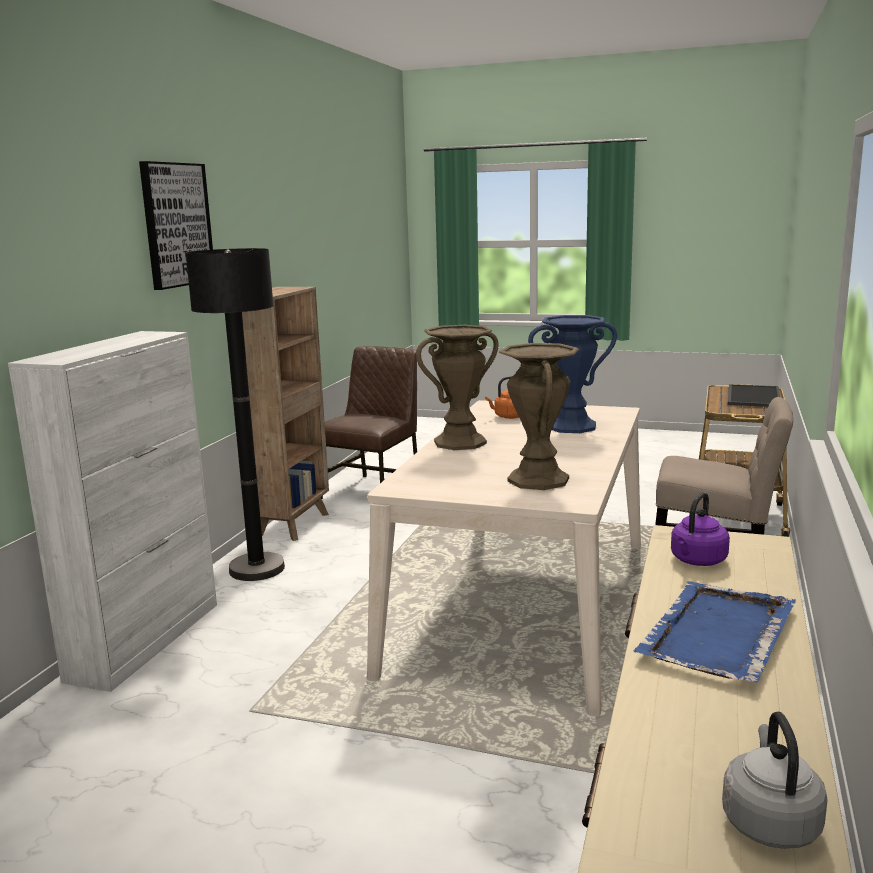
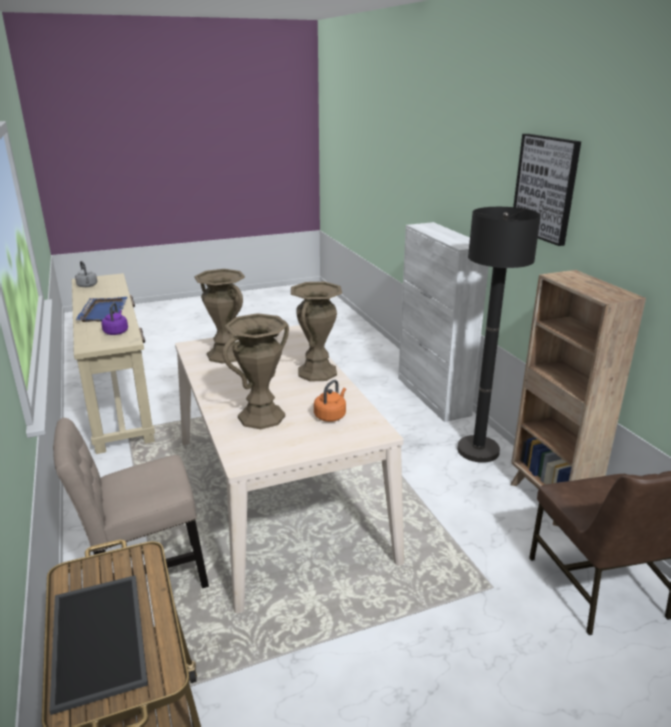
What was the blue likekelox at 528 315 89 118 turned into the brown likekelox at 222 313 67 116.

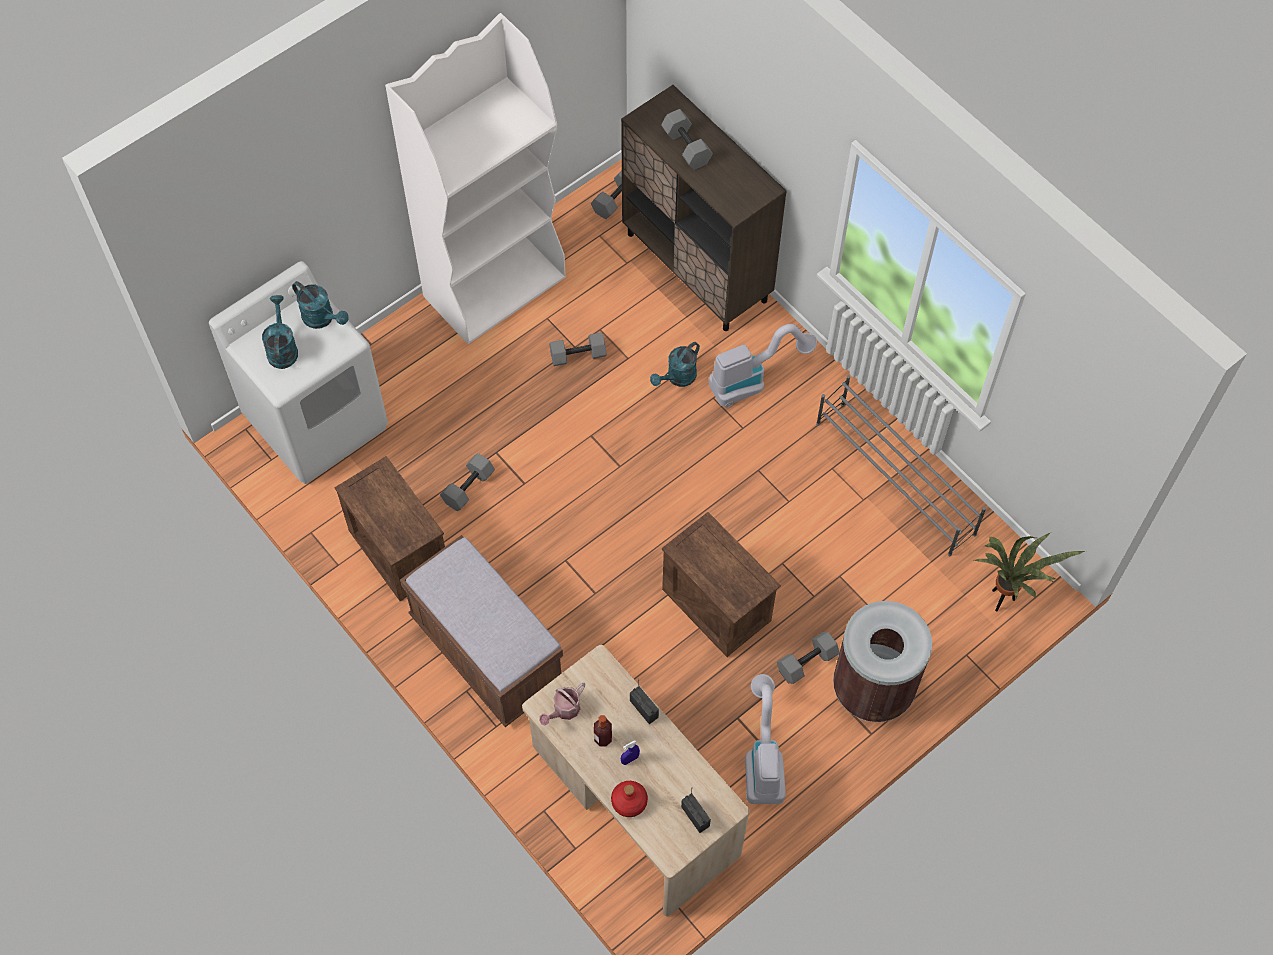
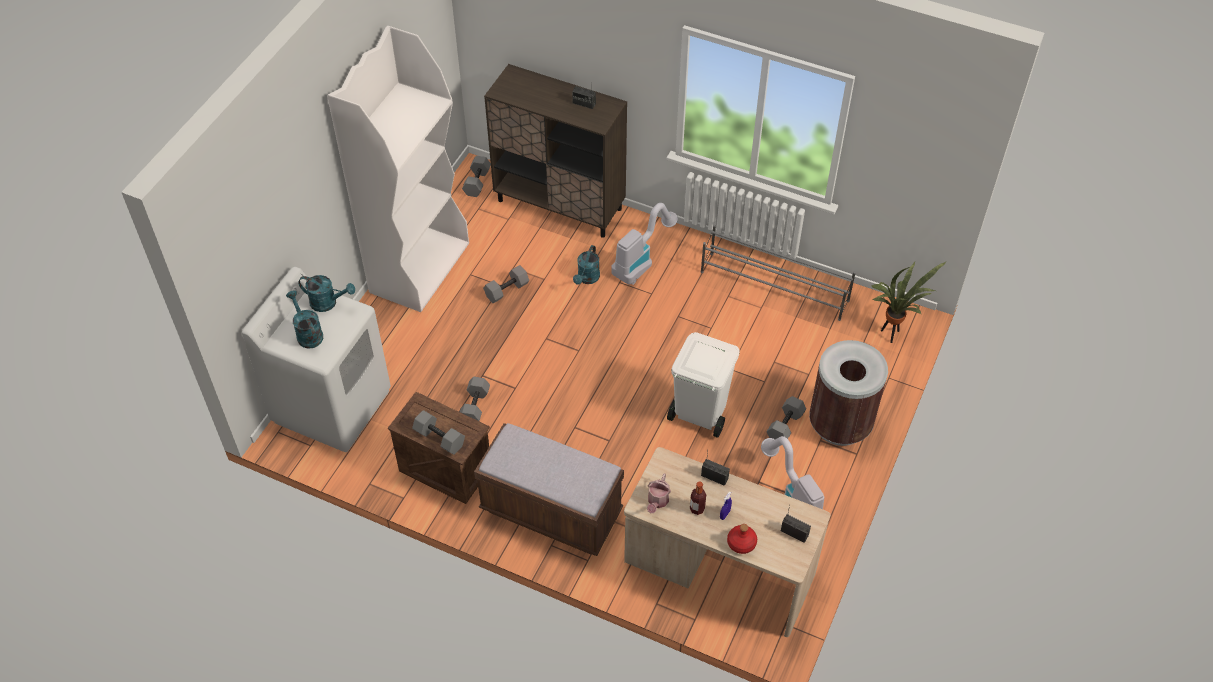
The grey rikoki ended up elsewhere, having gone from 661 109 52 61 to 412 410 53 45.
Where the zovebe stood at 662 512 119 145, the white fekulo came to stand at 667 332 73 106.
The second view gained the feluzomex at 572 86 24 23.

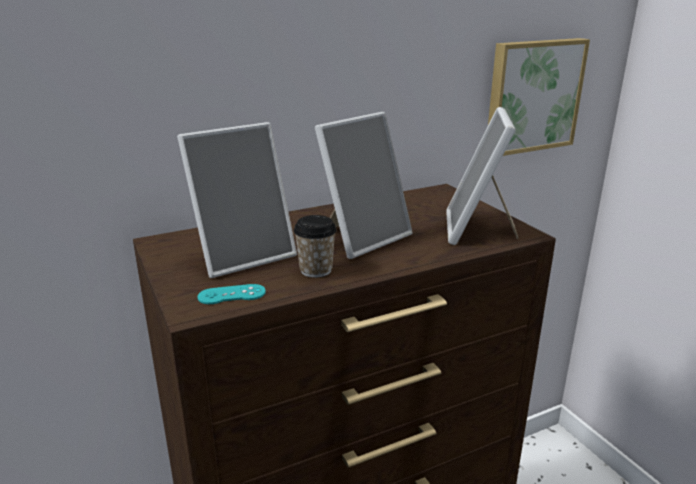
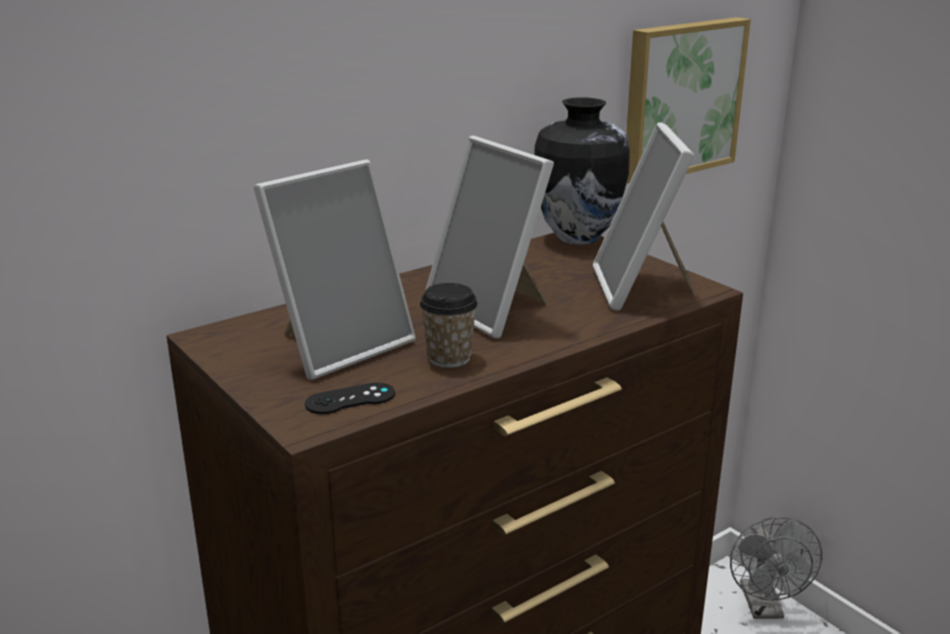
The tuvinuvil at 315 112 98 147 ended up facing another way, 105 degrees clockwise from before.
What was the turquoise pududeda at 197 284 69 20 turned into the black pududeda at 305 382 90 32.
The second view gained the likekelox at 534 97 96 148.
The second view gained the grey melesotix at 730 516 92 103.

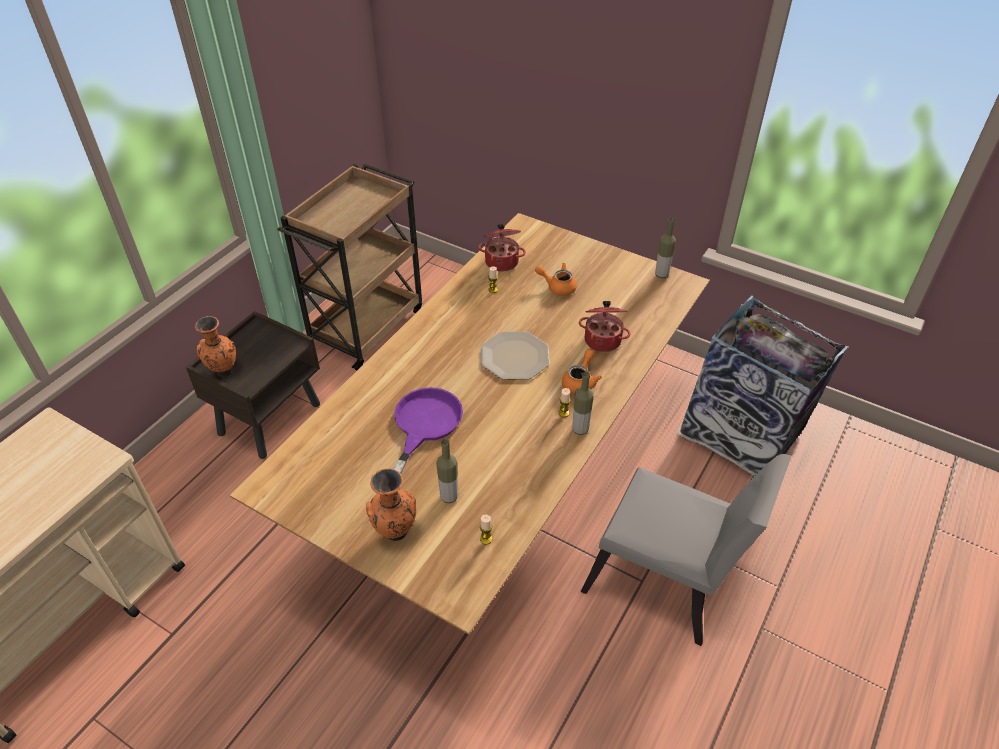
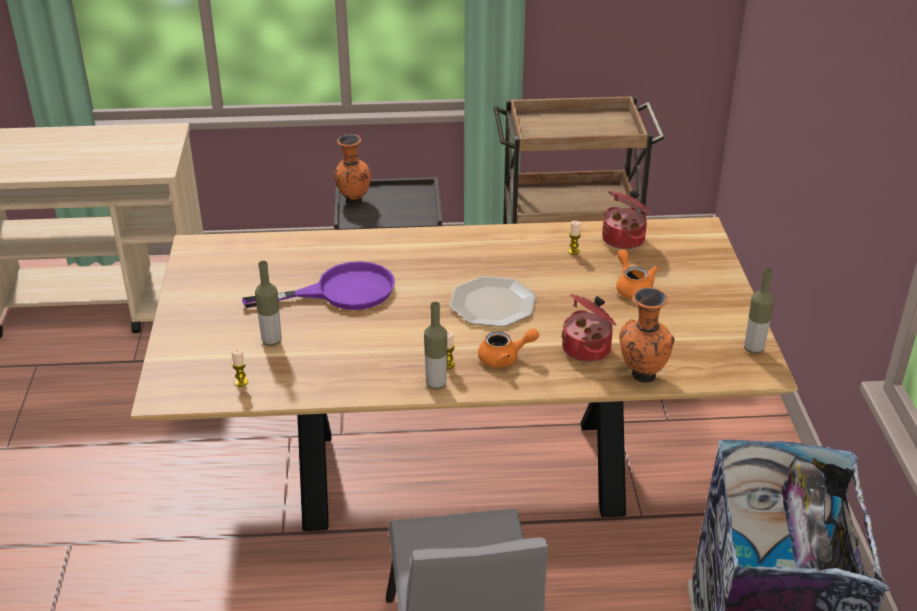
The orange likekelox ended up elsewhere, having gone from 366 468 50 73 to 619 288 56 95.

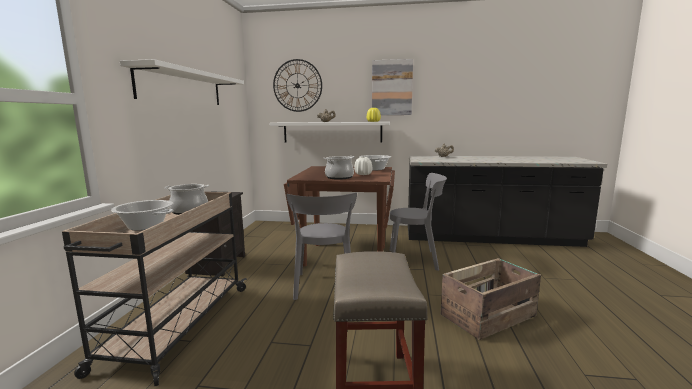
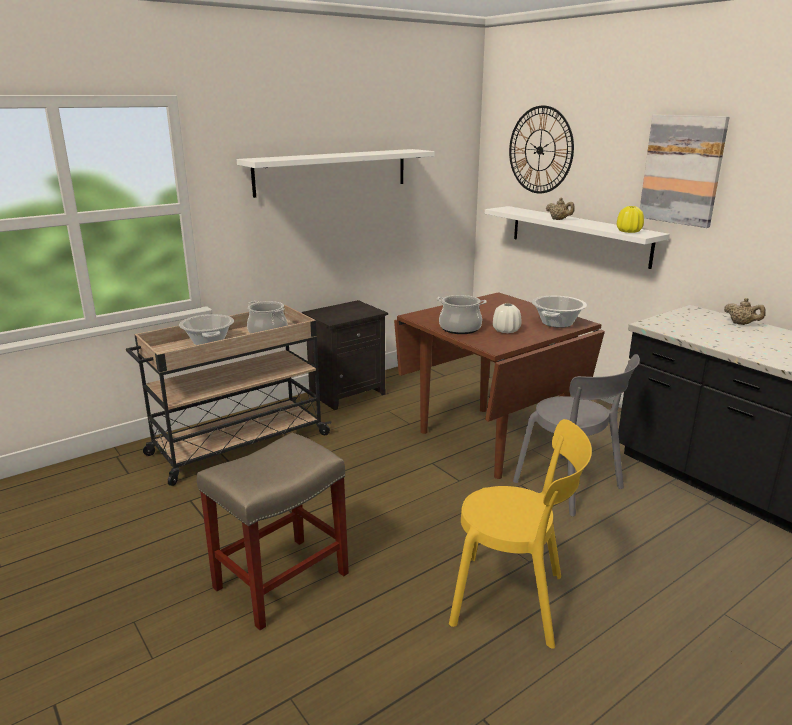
The second view lost the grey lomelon at 286 192 71 108.
Where the zovebe stood at 441 258 100 82, the yellow lomelon came to stand at 449 419 143 230.

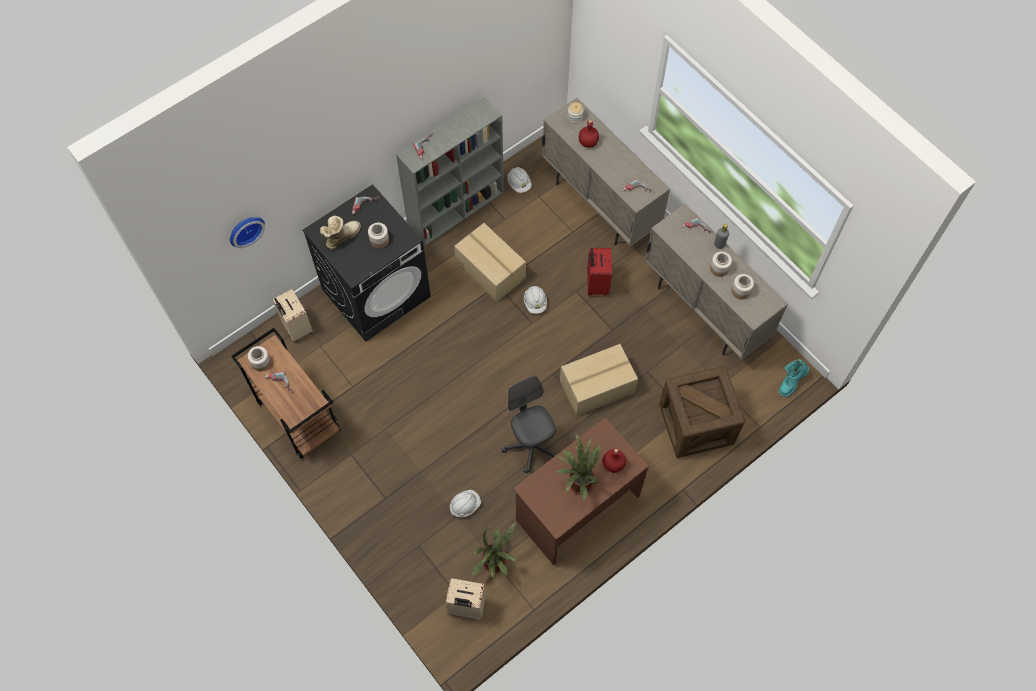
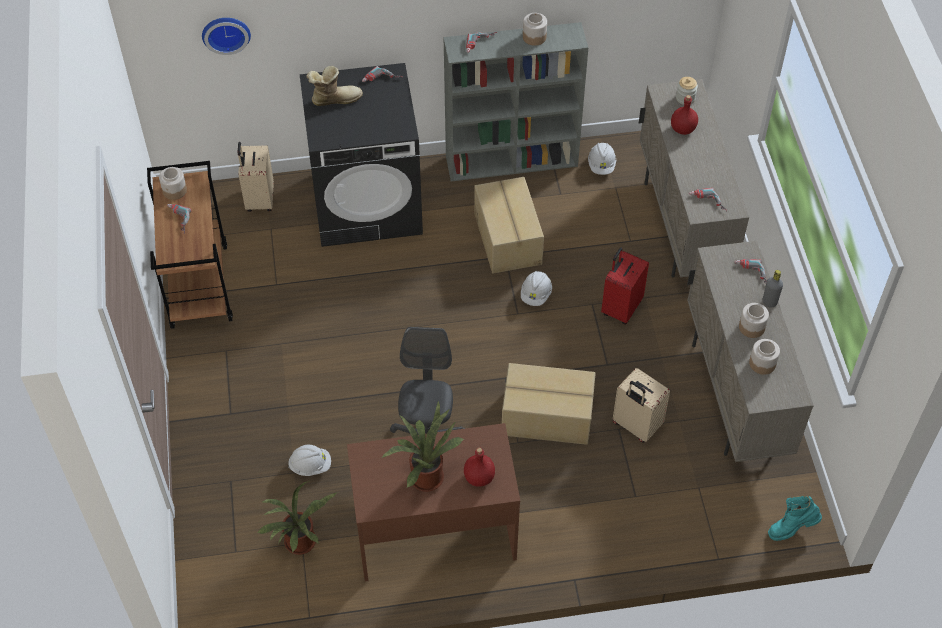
The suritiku ended up elsewhere, having gone from 368 223 21 25 to 523 13 24 33.
The second view lost the zovebe at 659 366 86 92.
The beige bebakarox ended up elsewhere, having gone from 445 578 41 42 to 613 368 57 75.

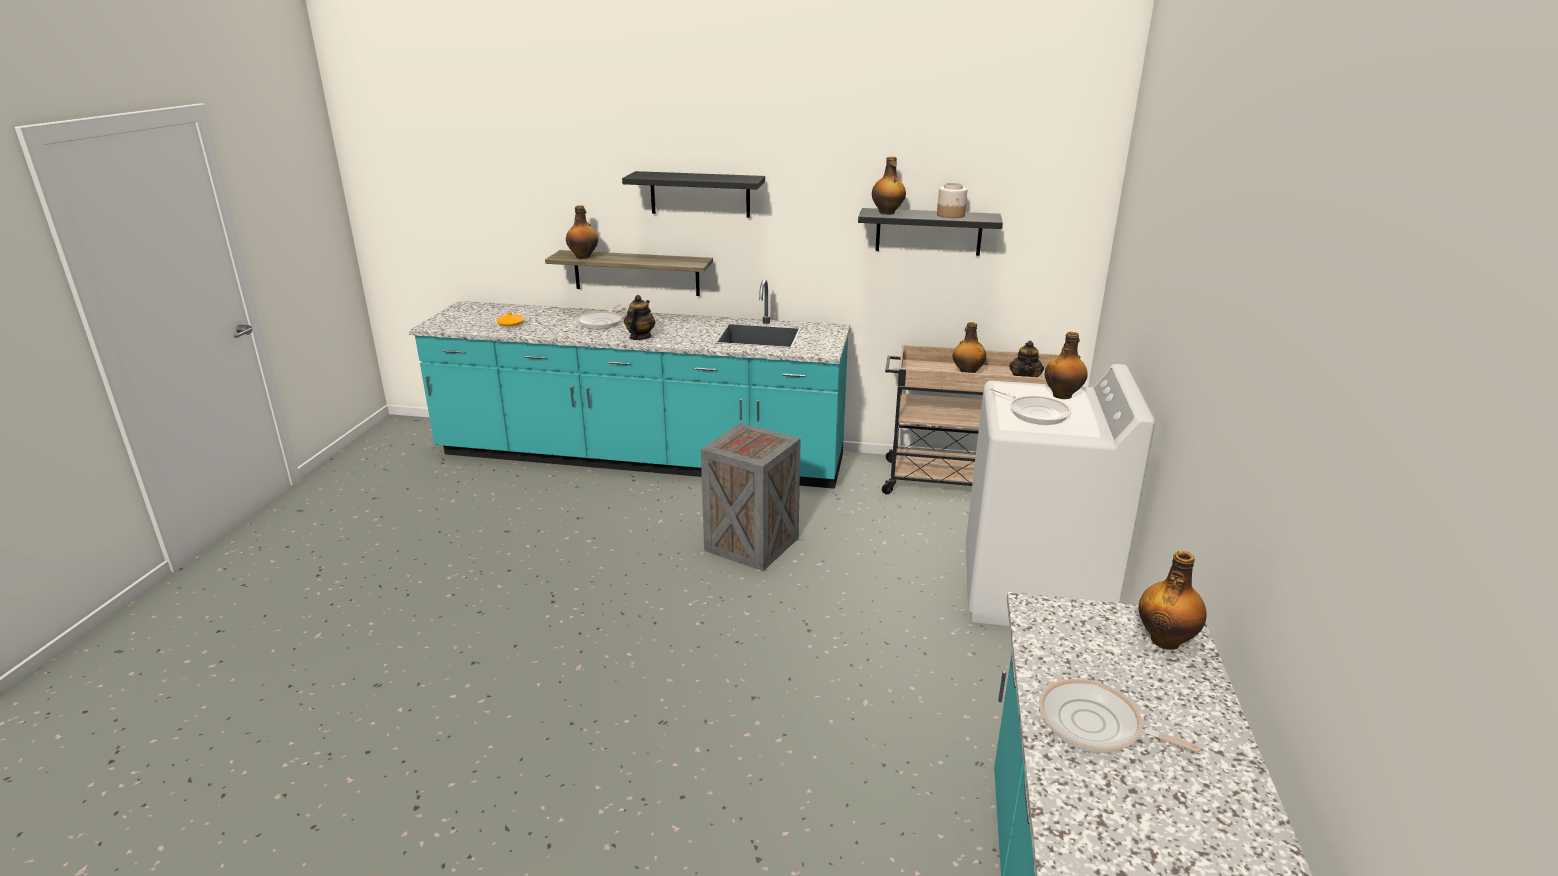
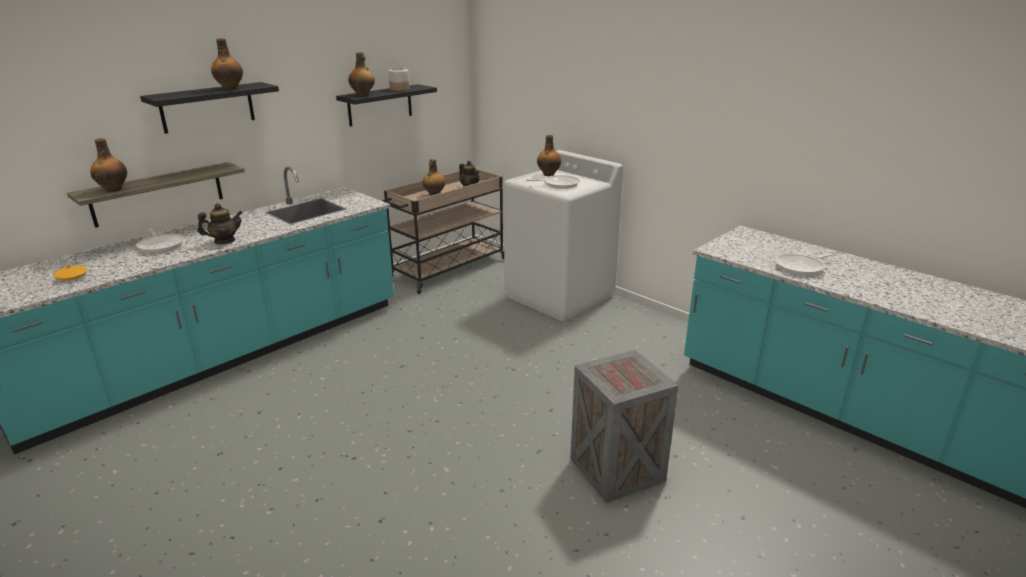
The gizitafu at 624 295 31 45 ended up facing another way, 105 degrees clockwise from before.
The zovebe ended up elsewhere, having gone from 701 423 100 148 to 570 350 109 153.
The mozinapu ended up elsewhere, having gone from 1139 551 68 99 to 211 38 32 52.

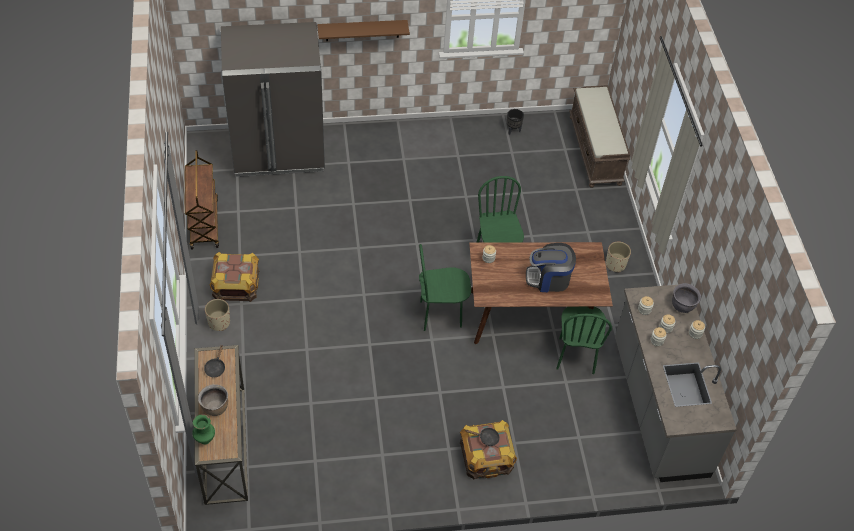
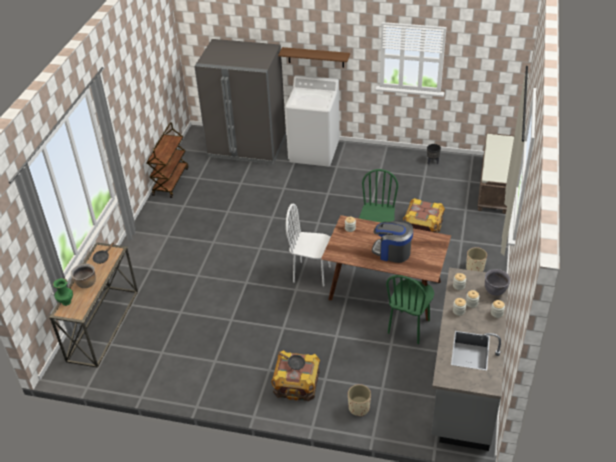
What was the green lomelon at 419 244 52 87 turned into the white lomelon at 286 204 45 83.
The zovebe ended up elsewhere, having gone from 209 252 50 50 to 403 198 42 35.
The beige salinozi ended up elsewhere, having gone from 205 299 25 32 to 348 384 23 33.
The second view gained the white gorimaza at 285 75 55 92.

